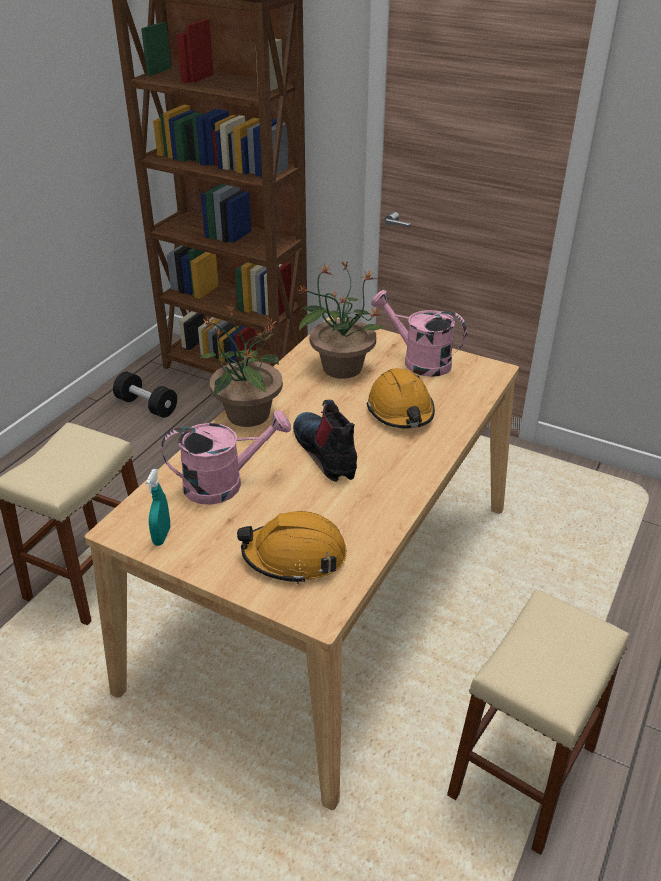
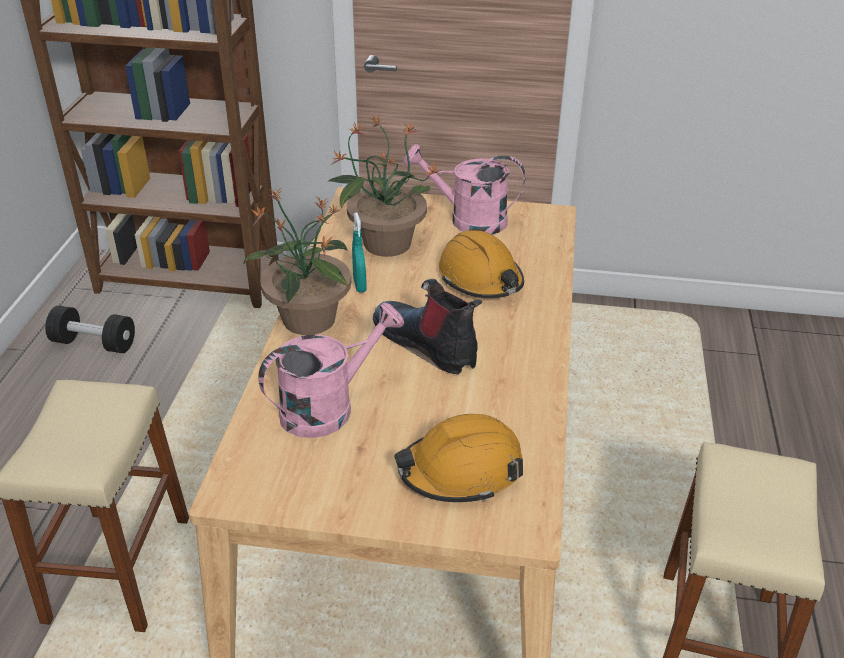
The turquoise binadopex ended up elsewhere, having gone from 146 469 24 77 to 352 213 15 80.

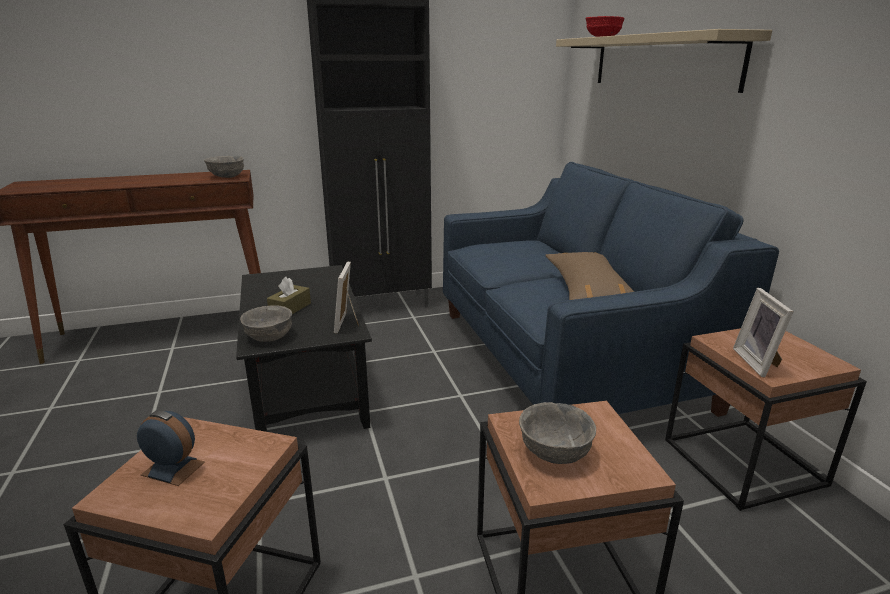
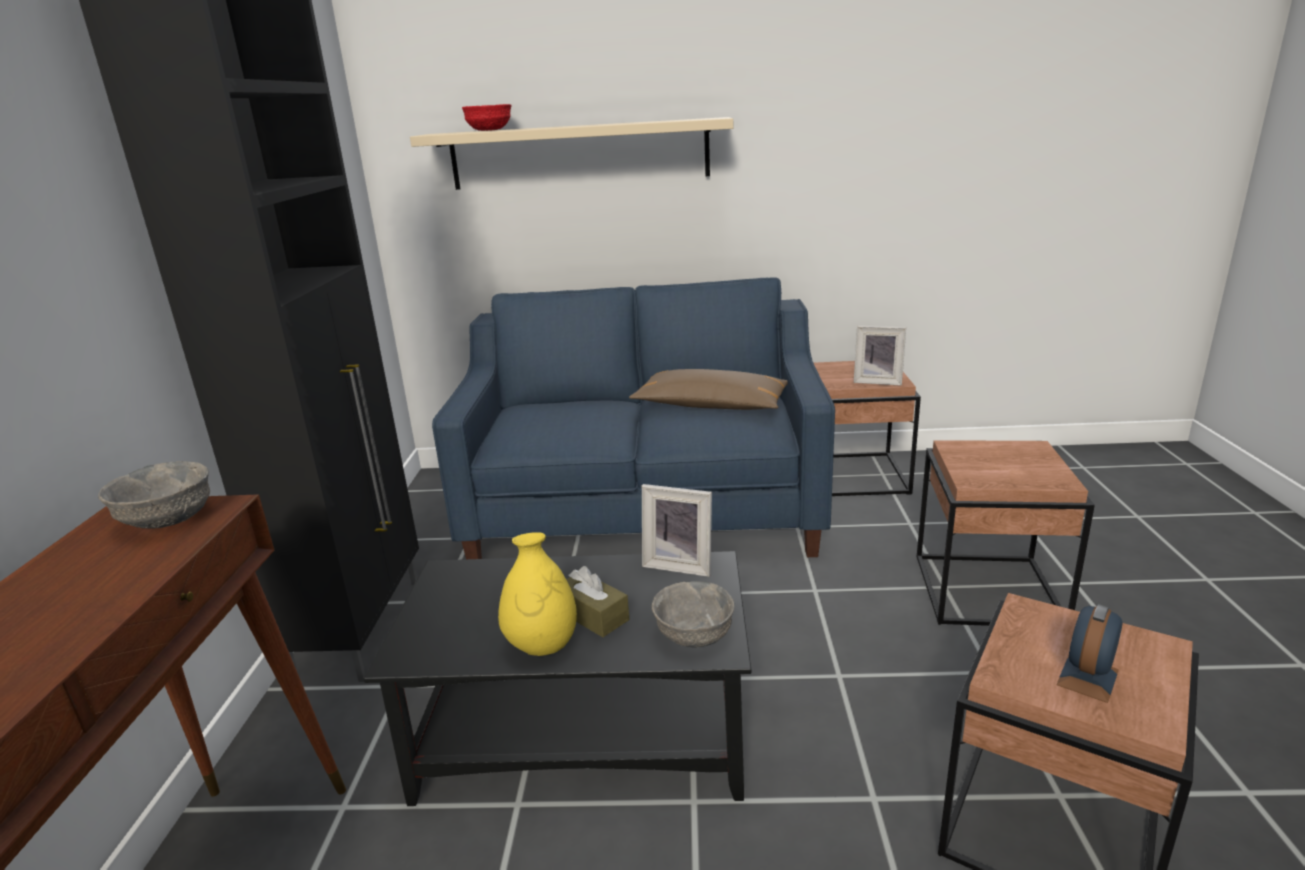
The second view lost the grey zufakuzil at 519 402 77 62.
The second view gained the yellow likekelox at 498 532 79 124.

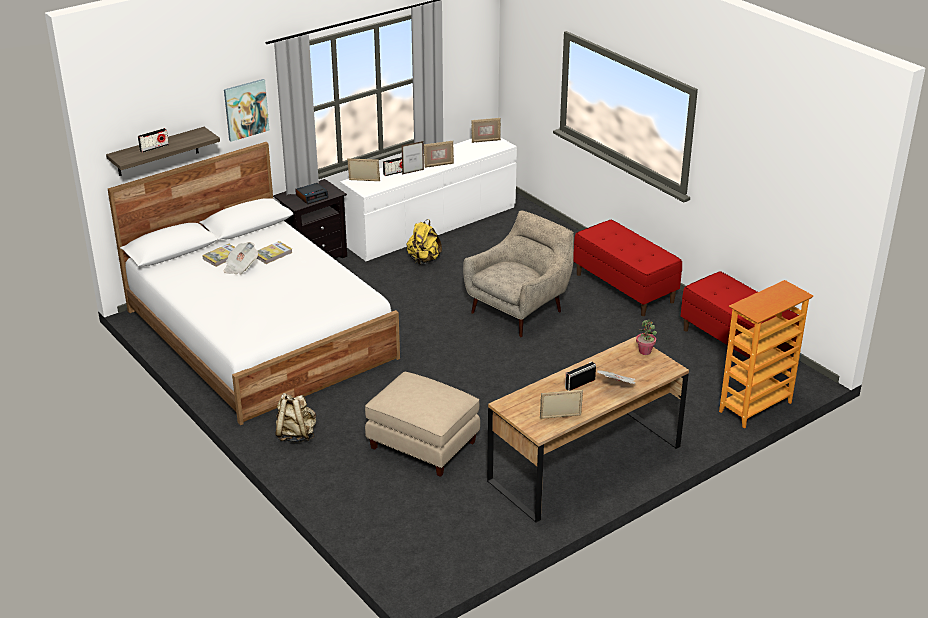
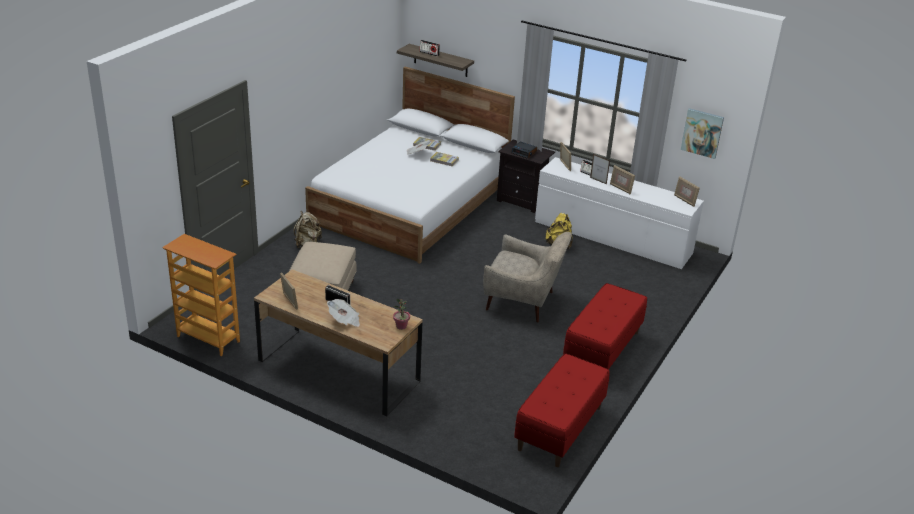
The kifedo ended up elsewhere, having gone from 224 79 45 63 to 681 108 43 51.
The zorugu ended up elsewhere, having gone from 719 280 95 148 to 162 234 78 122.

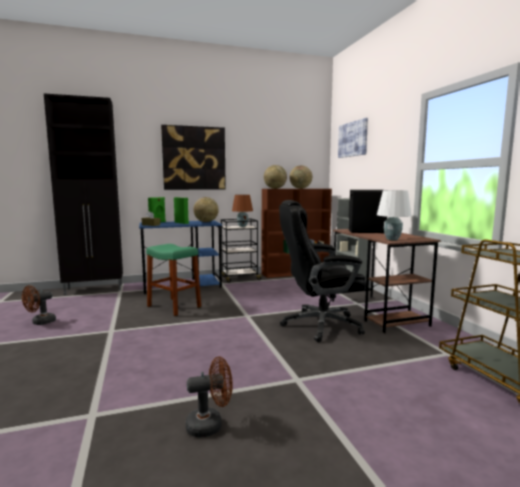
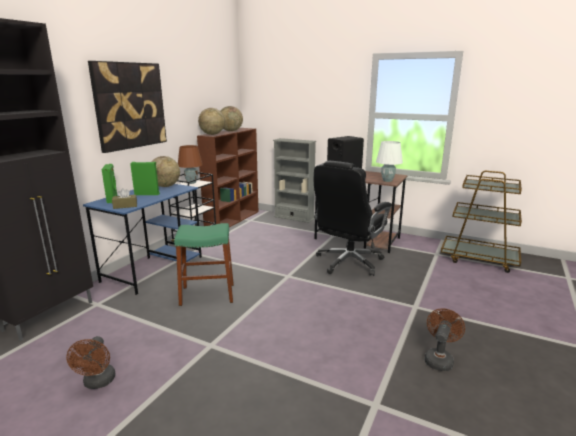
The second view lost the kifedo at 338 118 30 40.

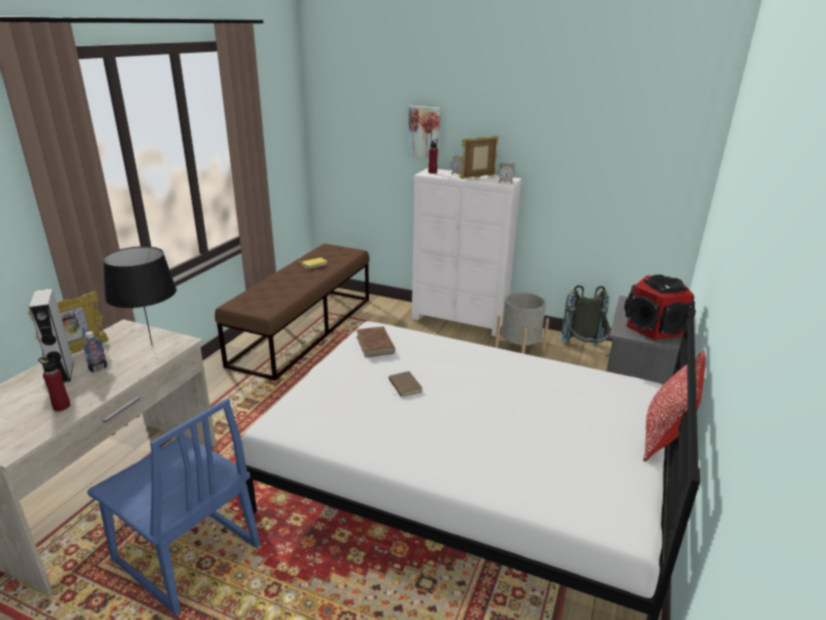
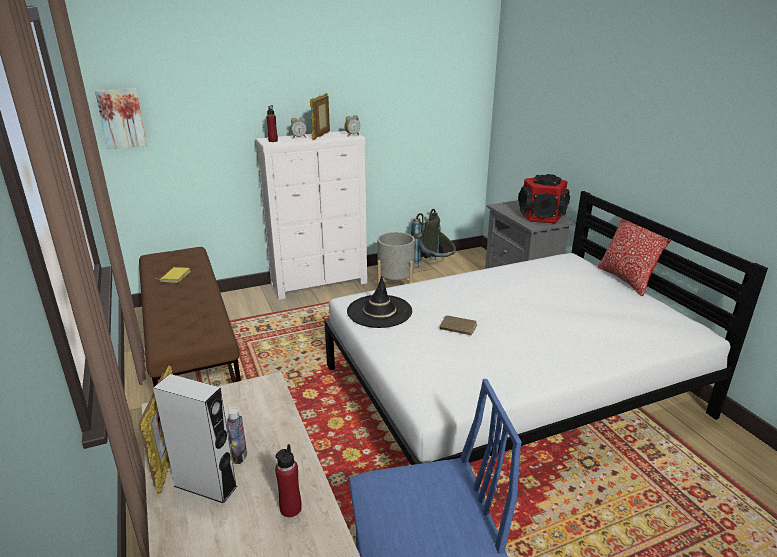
The kifedo ended up elsewhere, having gone from 408 106 33 53 to 95 88 52 61.
The second view lost the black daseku at 103 246 74 100.
Where the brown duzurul stood at 356 326 39 32, the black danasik came to stand at 347 276 65 52.

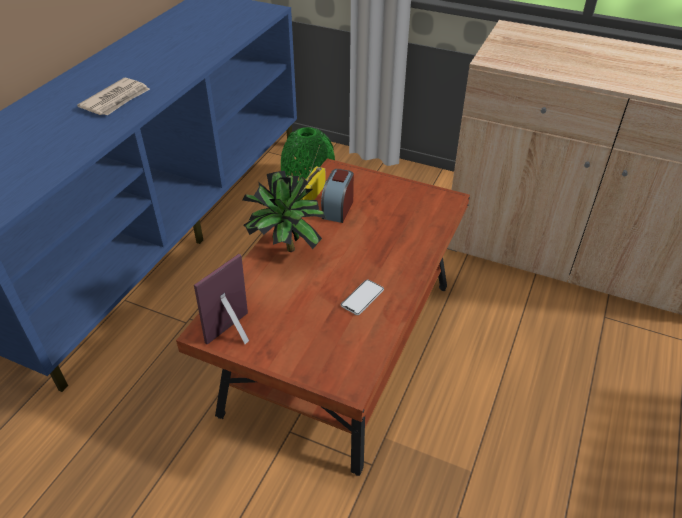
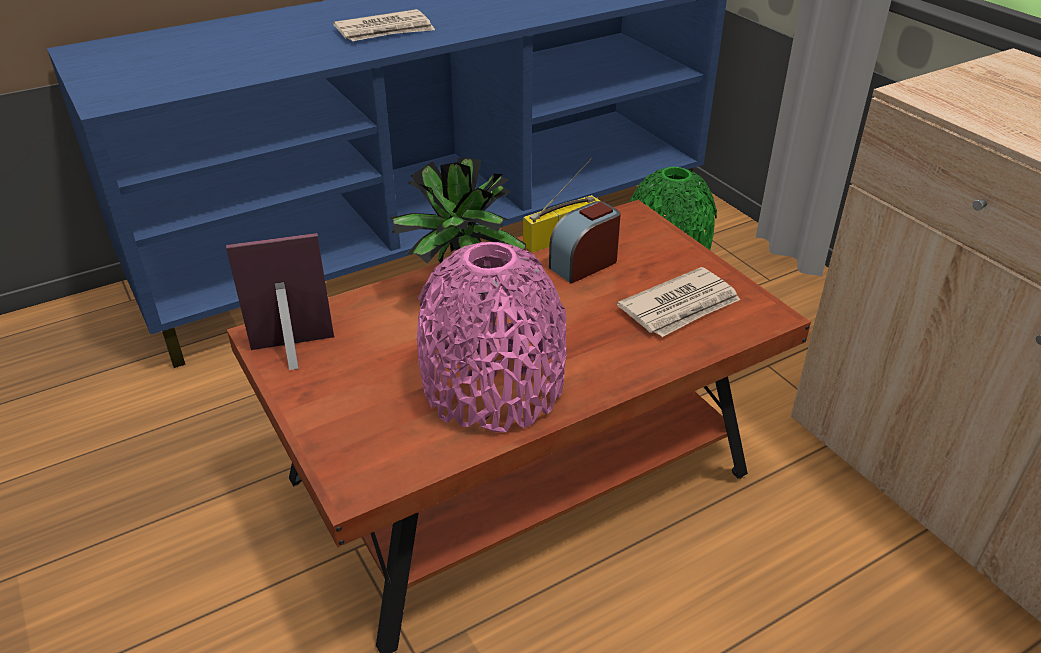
Where the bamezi stood at 341 280 43 35, the pink likekelox came to stand at 417 242 150 190.
The second view gained the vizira at 617 267 123 70.

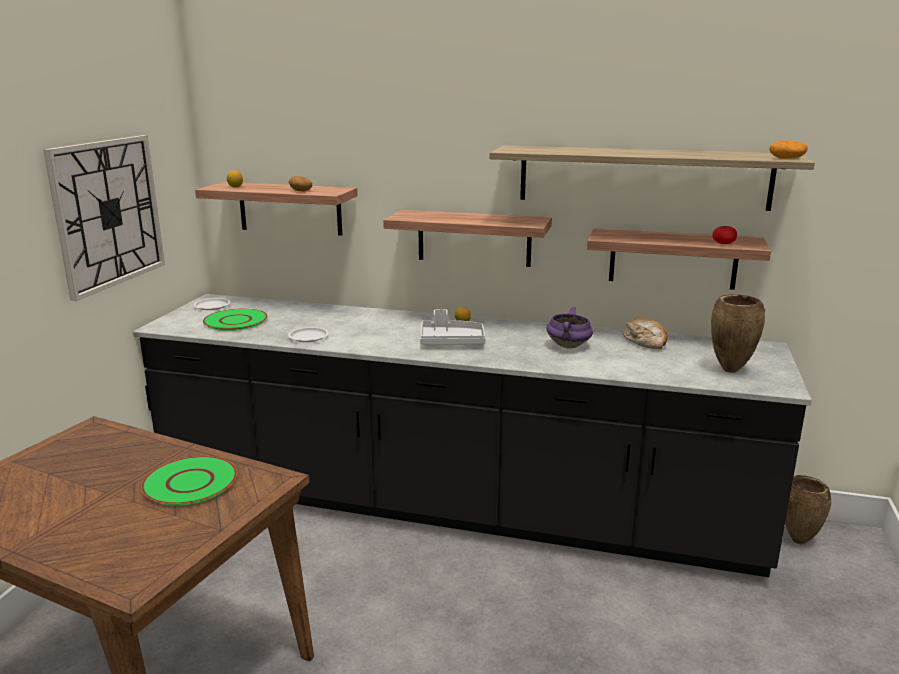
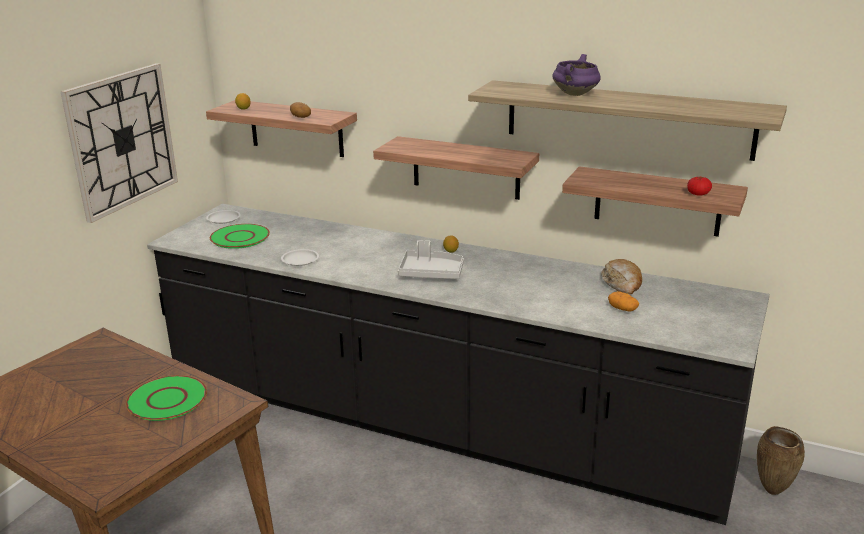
The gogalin ended up elsewhere, having gone from 769 140 39 19 to 608 291 31 20.
The second view lost the brown likekelox at 711 294 54 79.
The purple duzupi ended up elsewhere, having gone from 546 307 47 41 to 552 54 49 42.

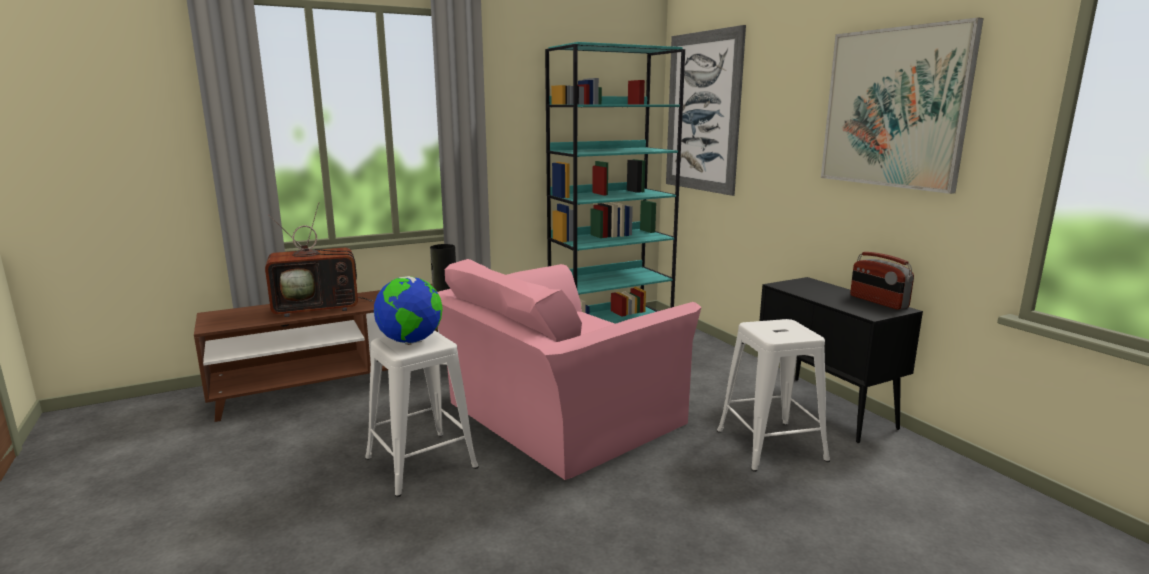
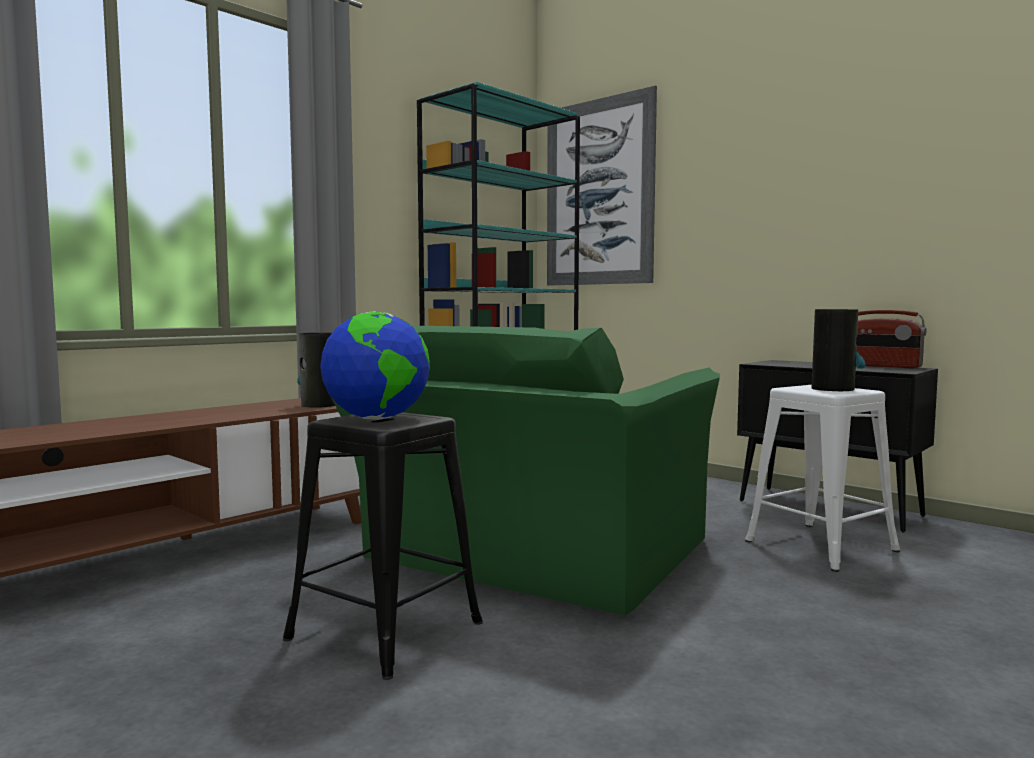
The second view lost the kifedo at 821 17 163 177.
The second view lost the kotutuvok at 265 202 108 115.
What was the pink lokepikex at 438 259 264 221 turned into the green lokepikex at 331 326 389 289.
What was the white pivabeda at 365 330 114 167 turned into the black pivabeda at 283 412 200 268.
The second view gained the likekelox at 812 309 54 82.

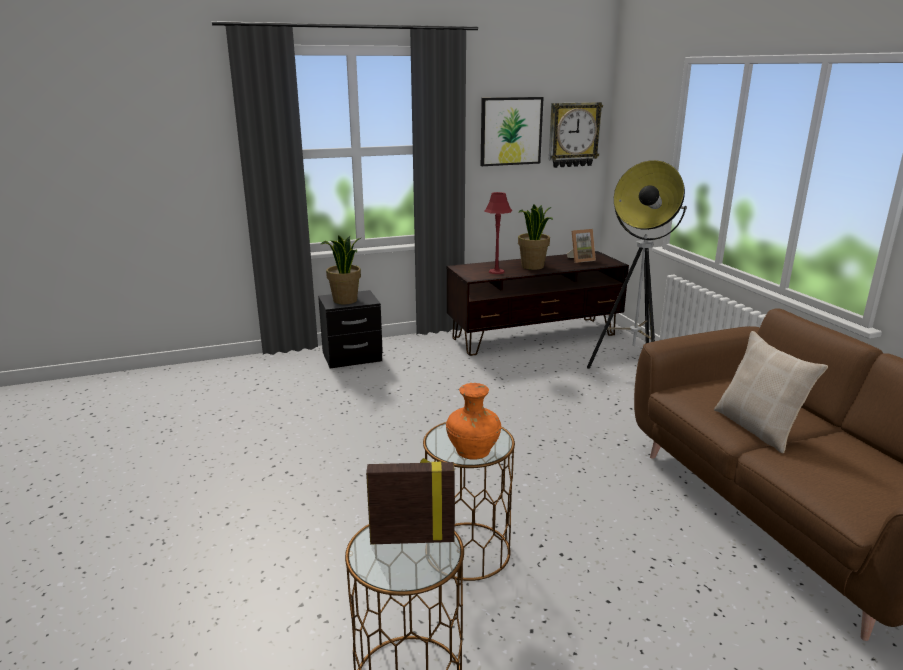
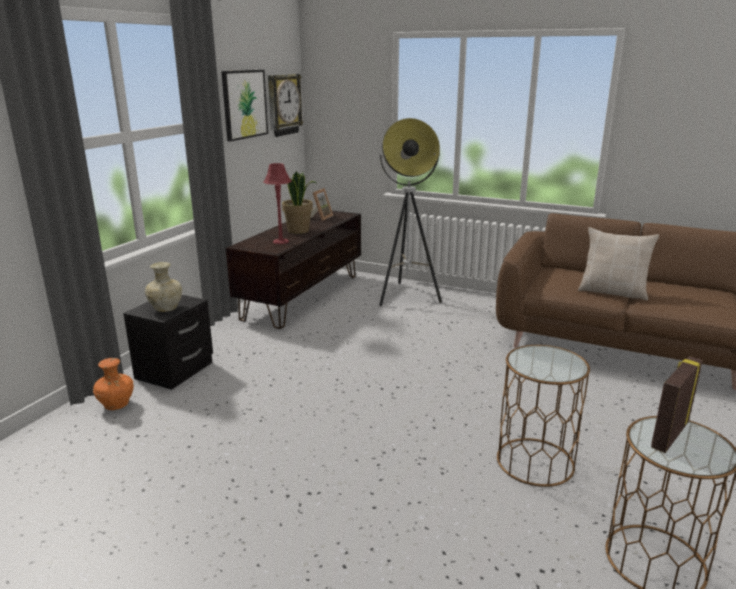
Where the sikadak stood at 321 235 40 69, the beige likekelox came to stand at 145 262 37 50.
The orange likekelox ended up elsewhere, having gone from 446 383 55 77 to 93 358 41 52.

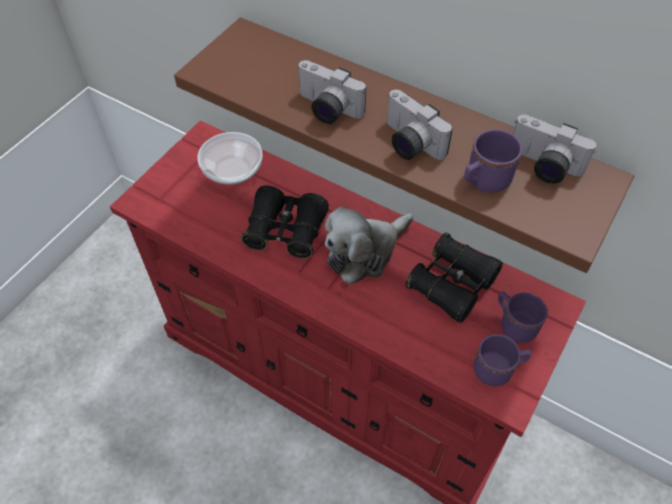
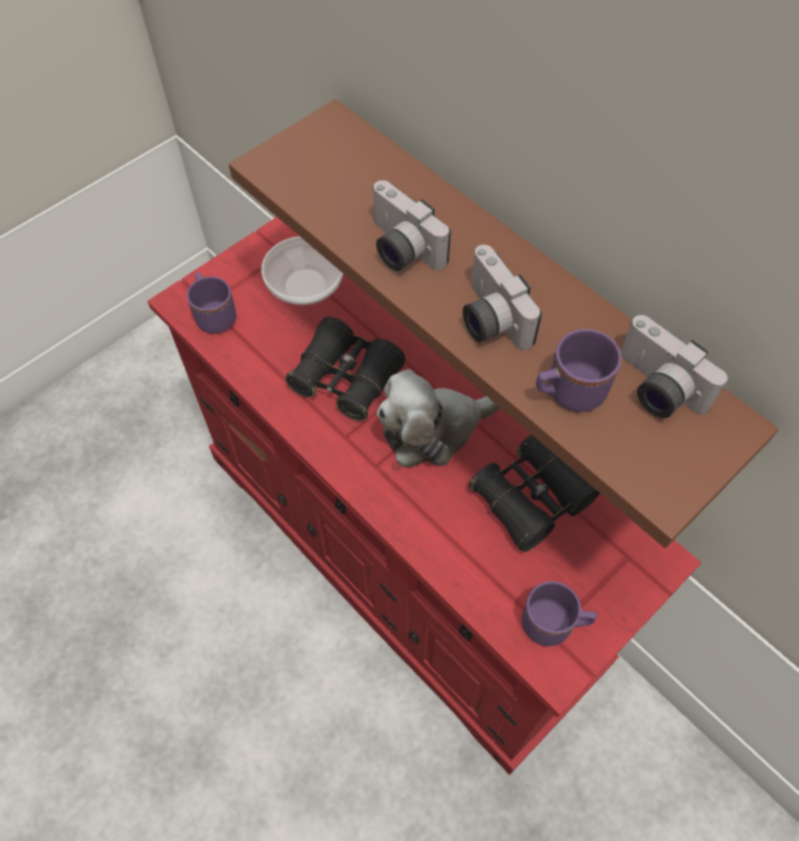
The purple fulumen ended up elsewhere, having gone from 498 291 50 52 to 187 273 49 60.

